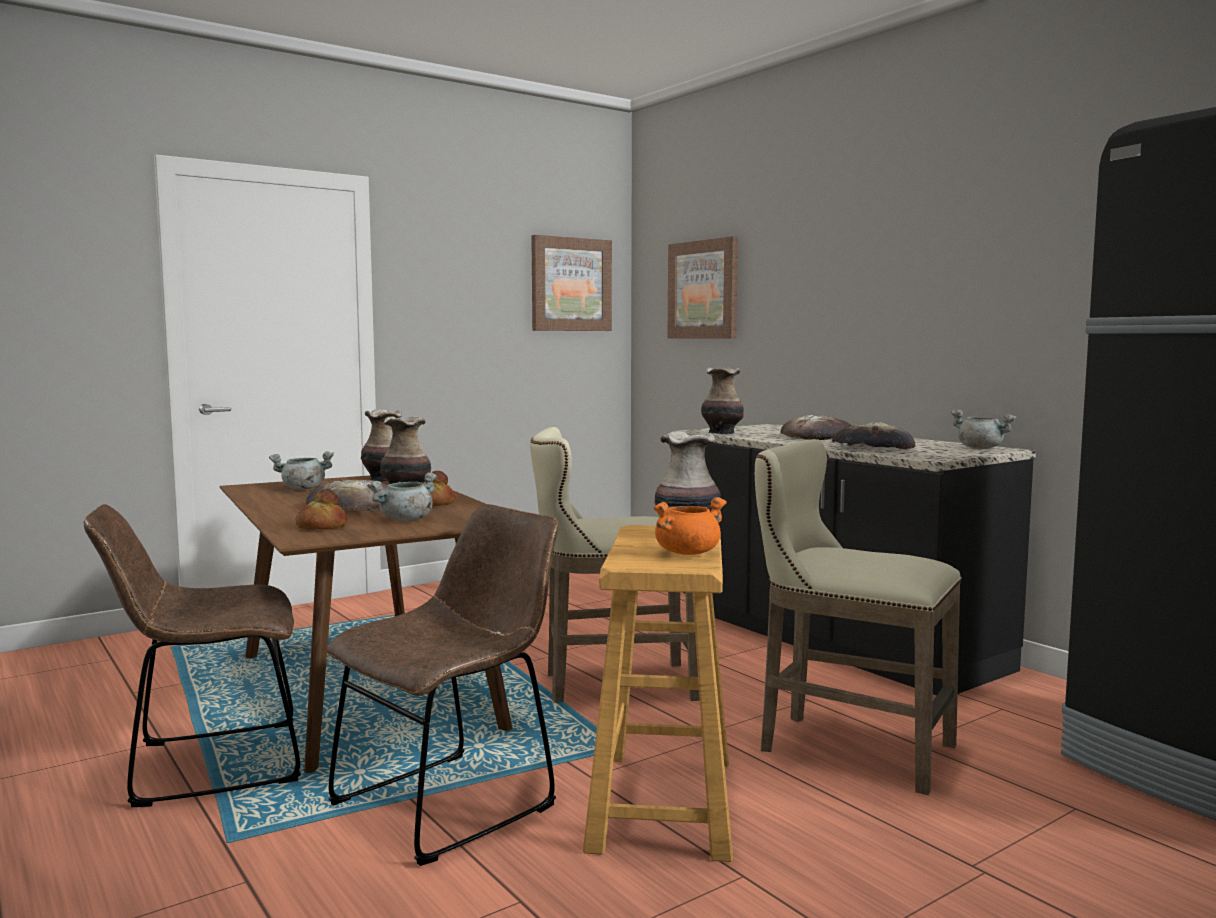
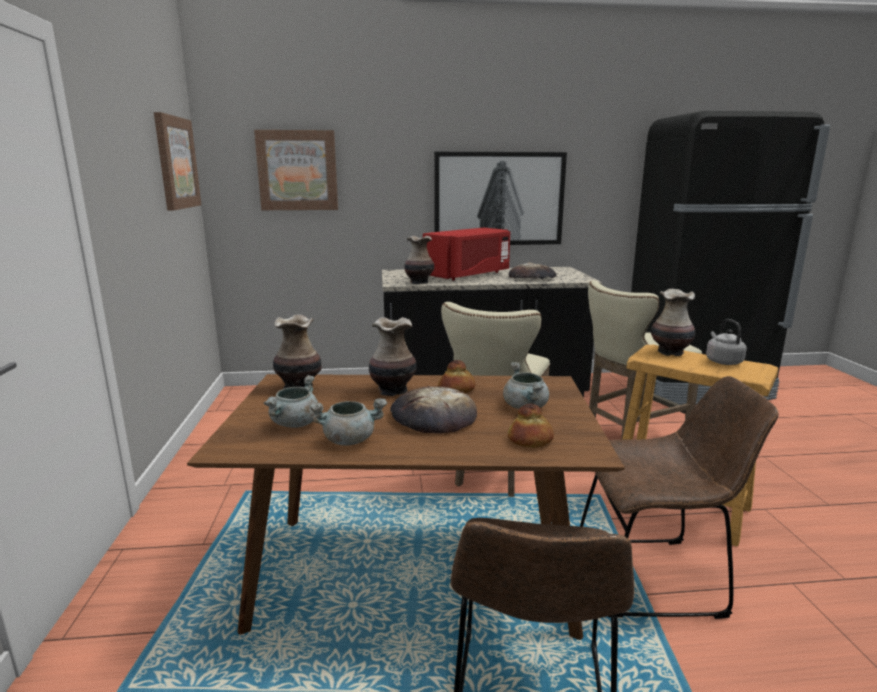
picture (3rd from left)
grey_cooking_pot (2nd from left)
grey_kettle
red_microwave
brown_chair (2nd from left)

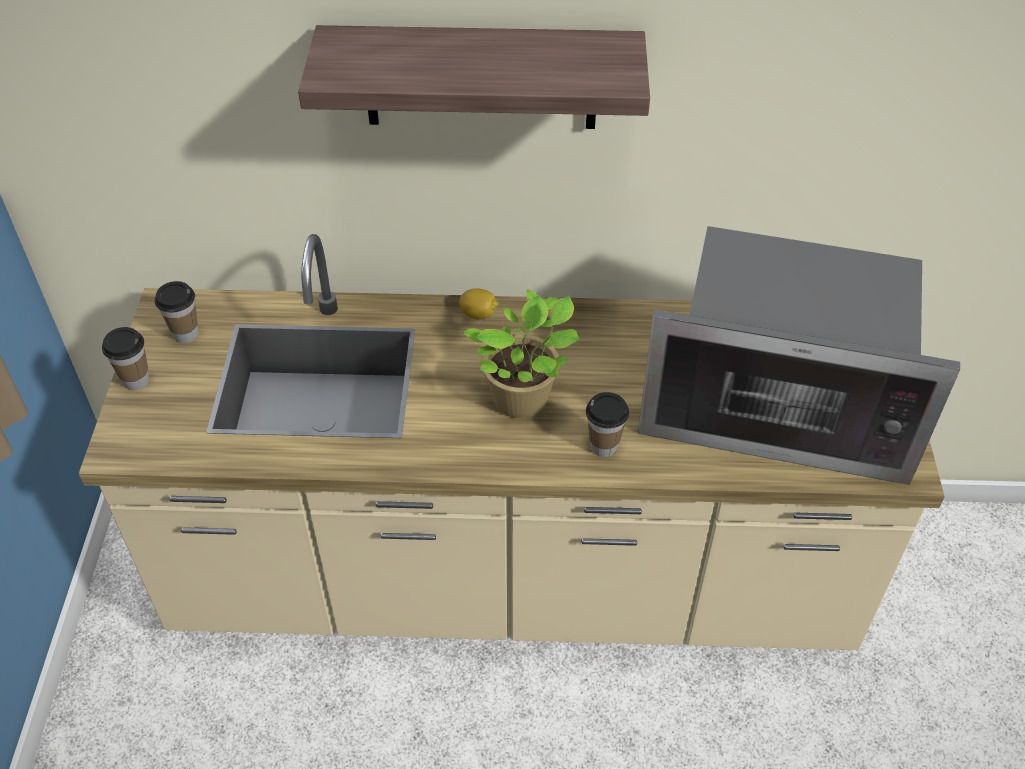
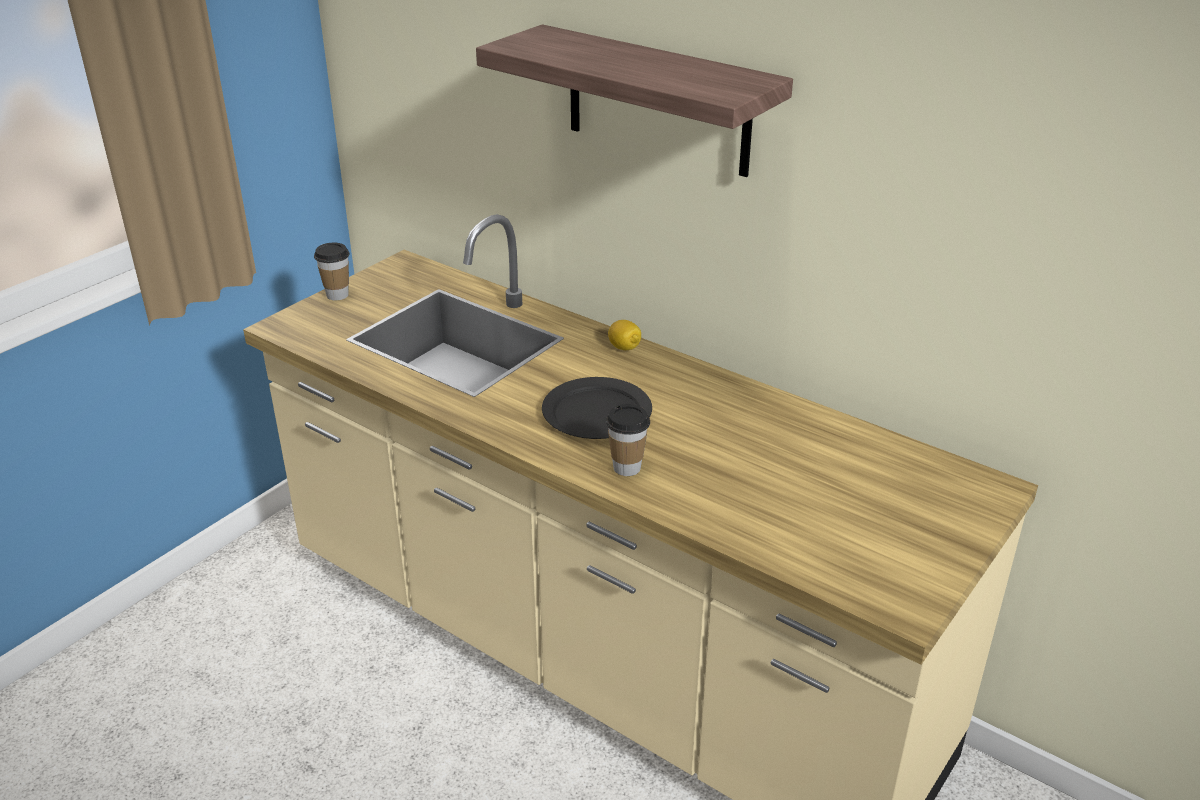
cup (2nd from left in the first image)
microwave
black_plate

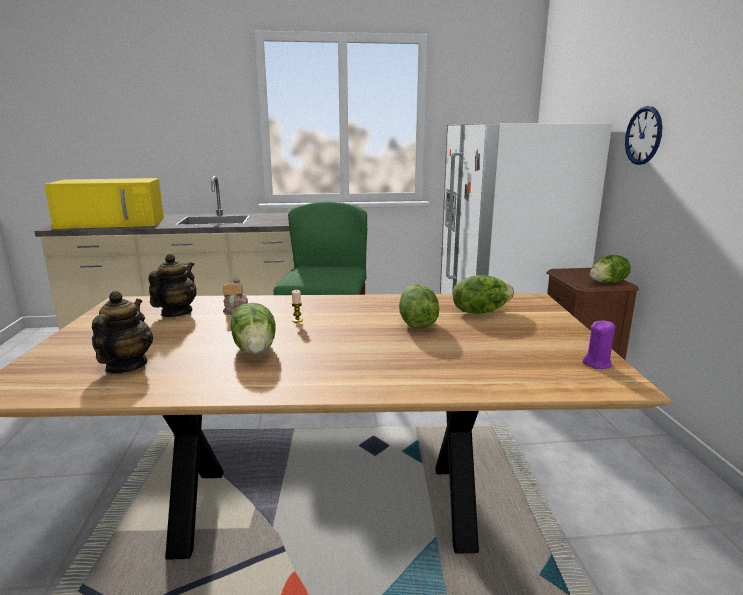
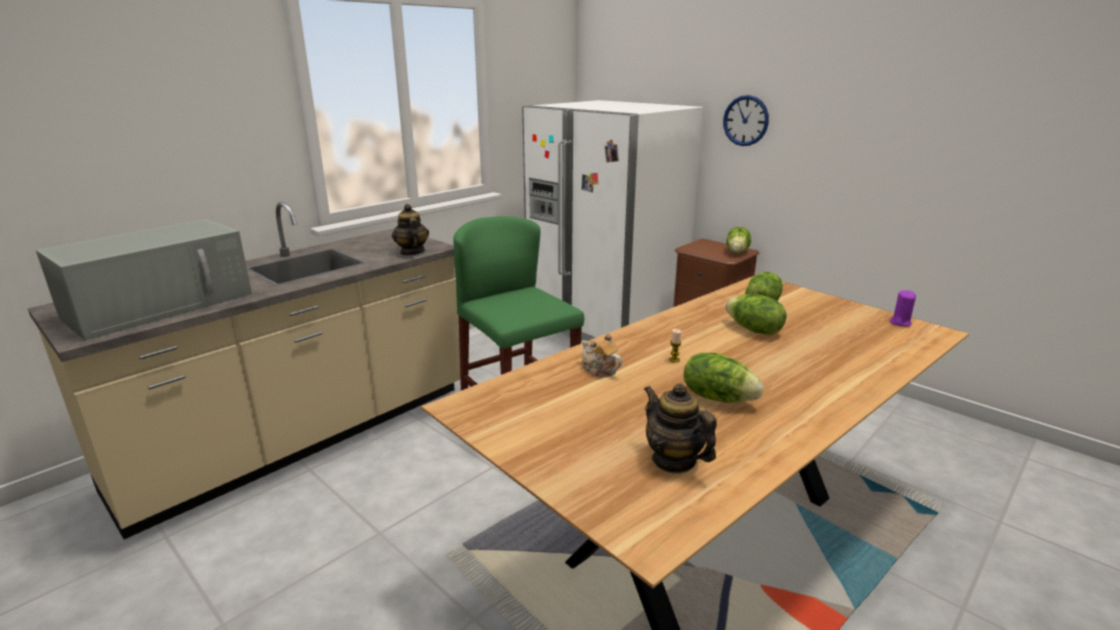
teapot (1st from left)
grey_microwave

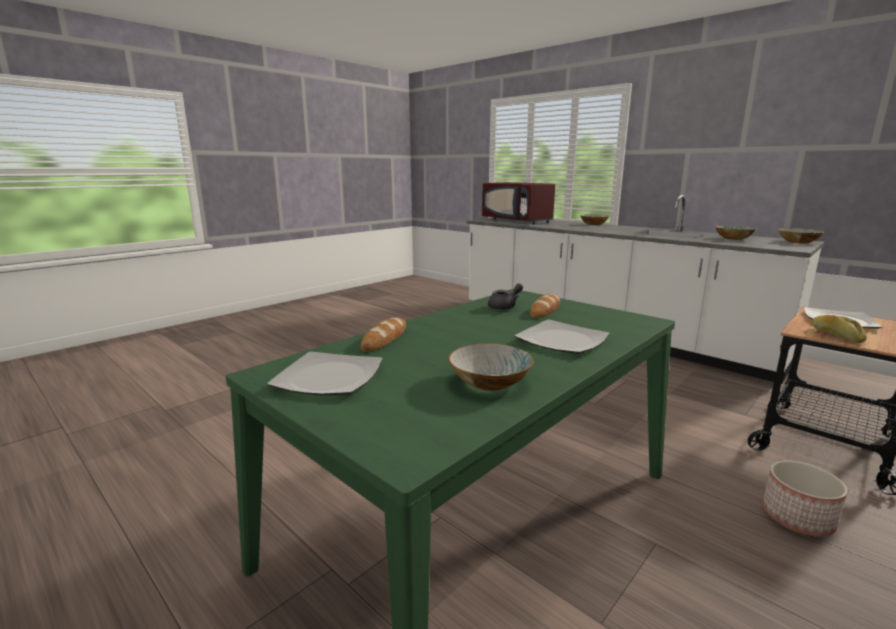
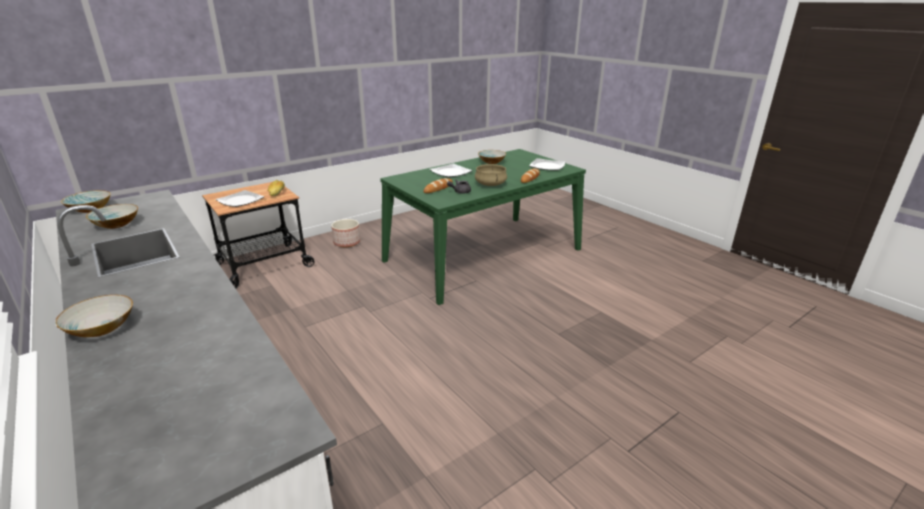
red_microwave
beige_cooking_pot

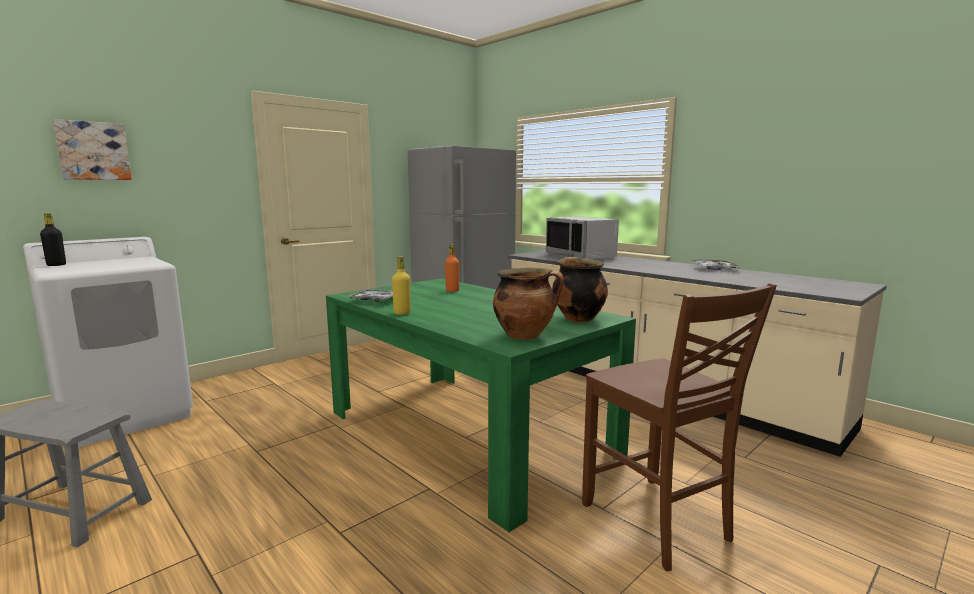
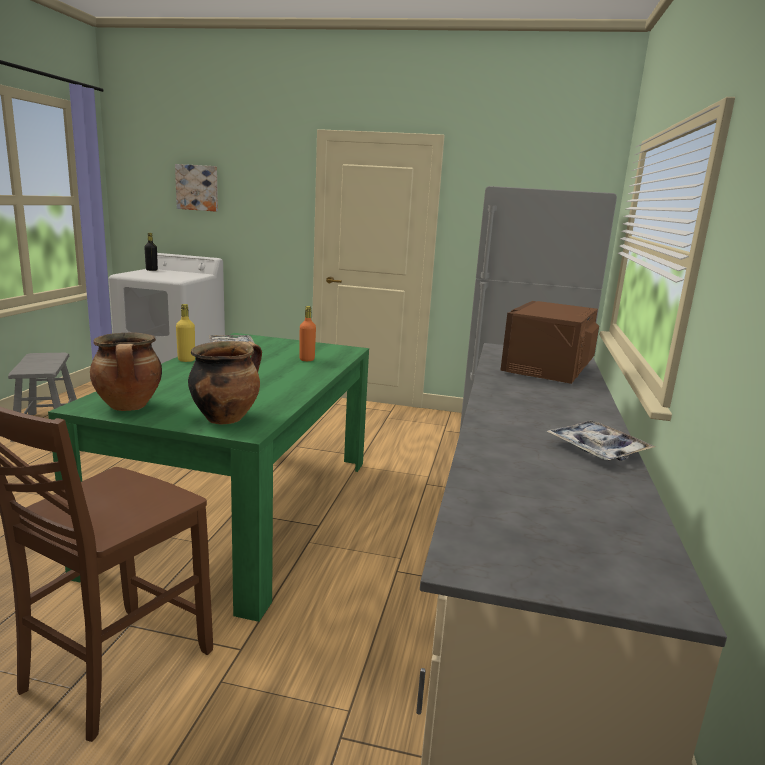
brown_microwave

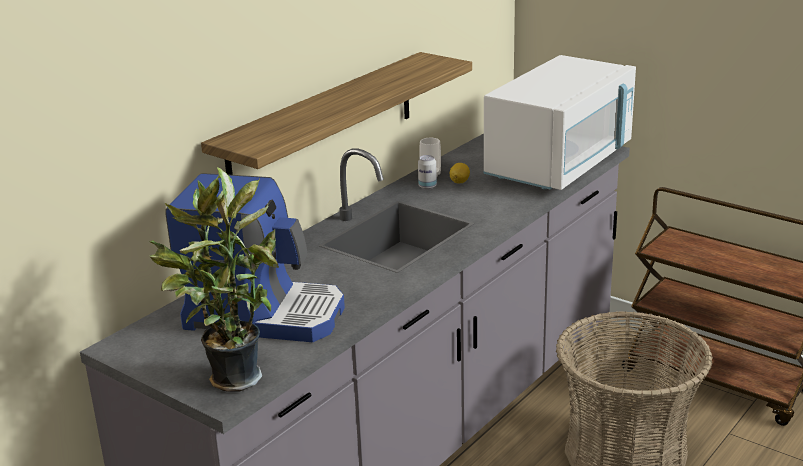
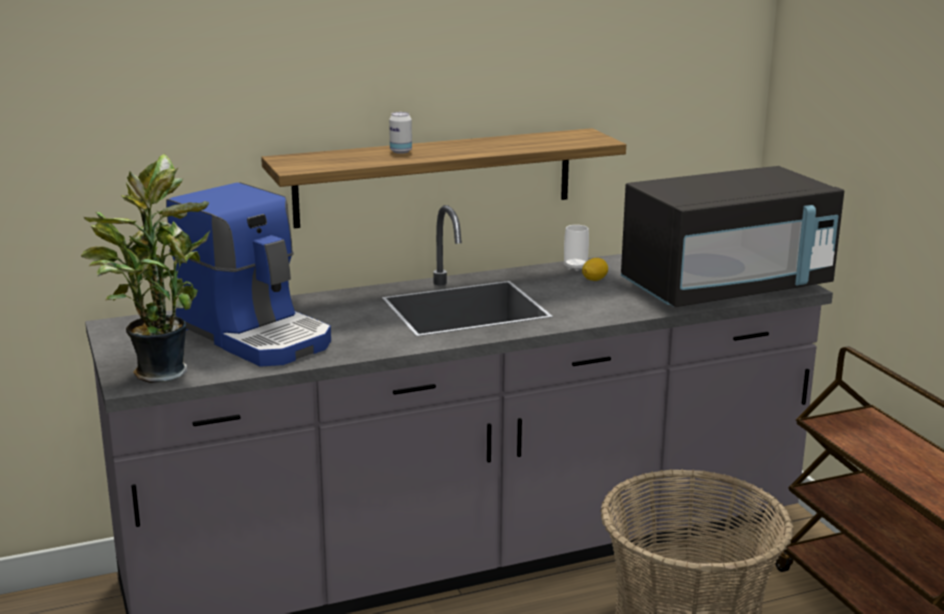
can
black_microwave

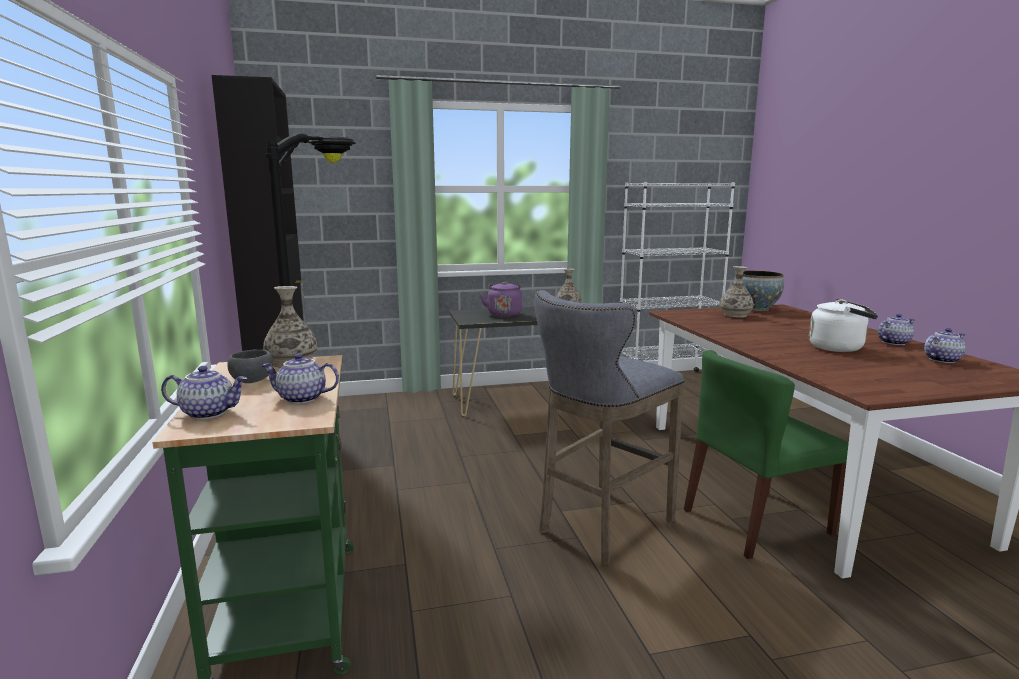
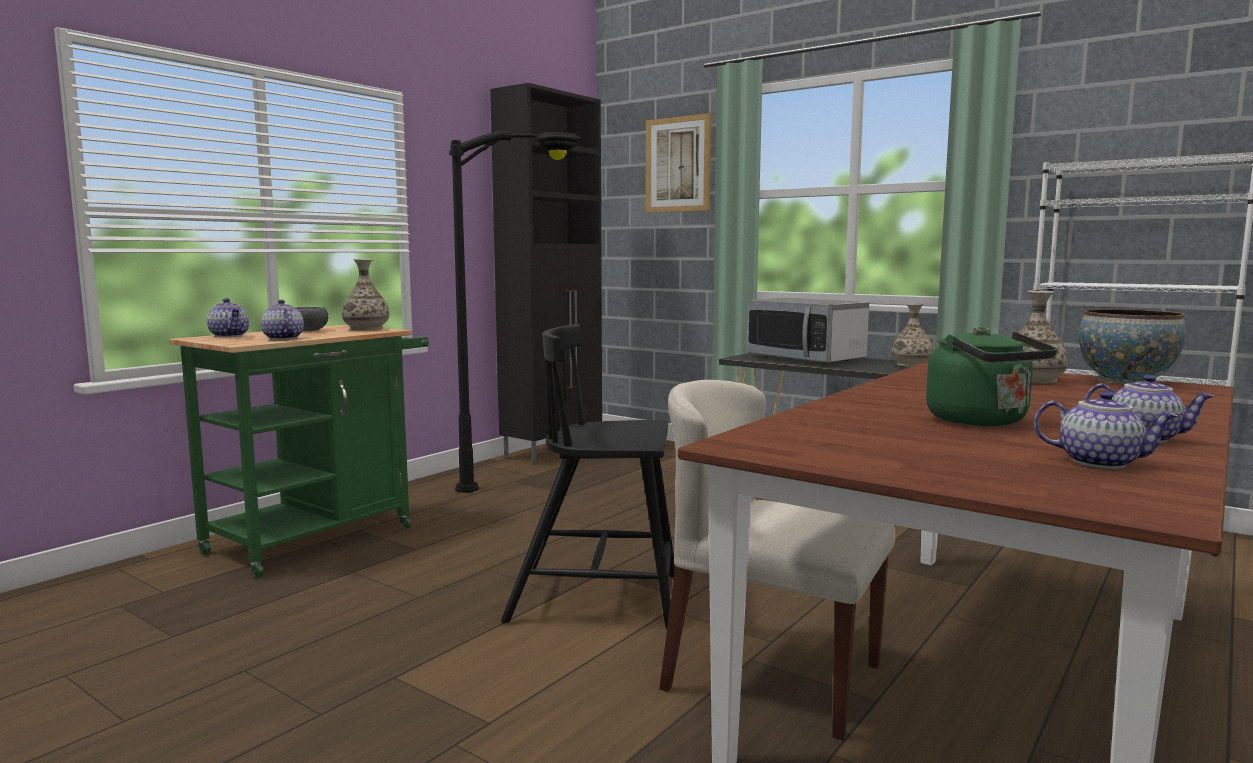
picture
microwave
black_chair
beige_chair
green_kettle

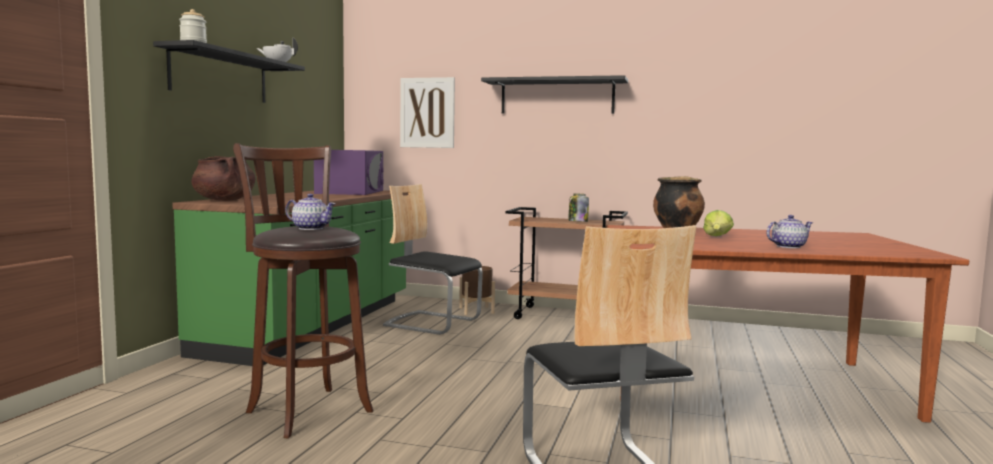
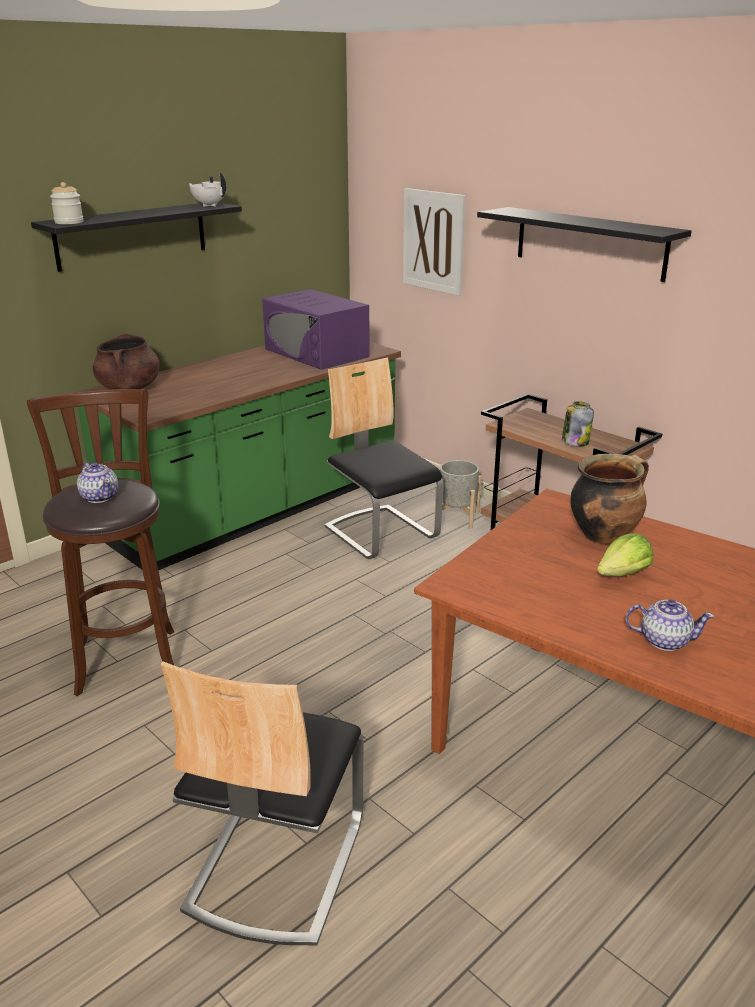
grey_planter
purple_microwave

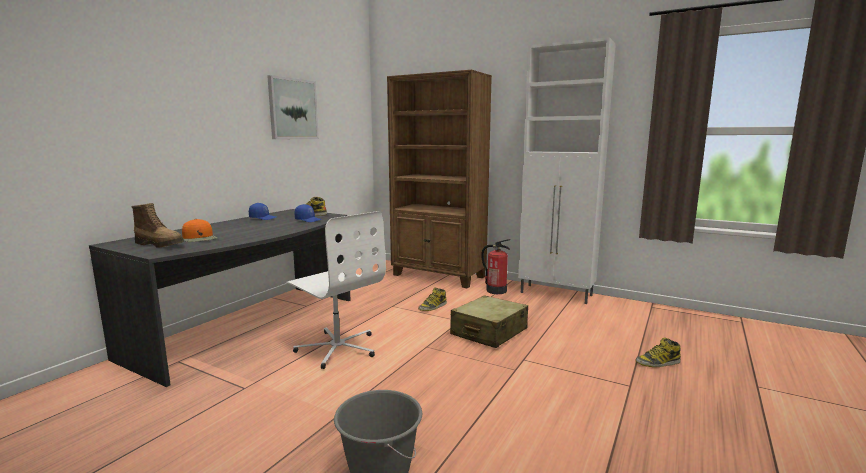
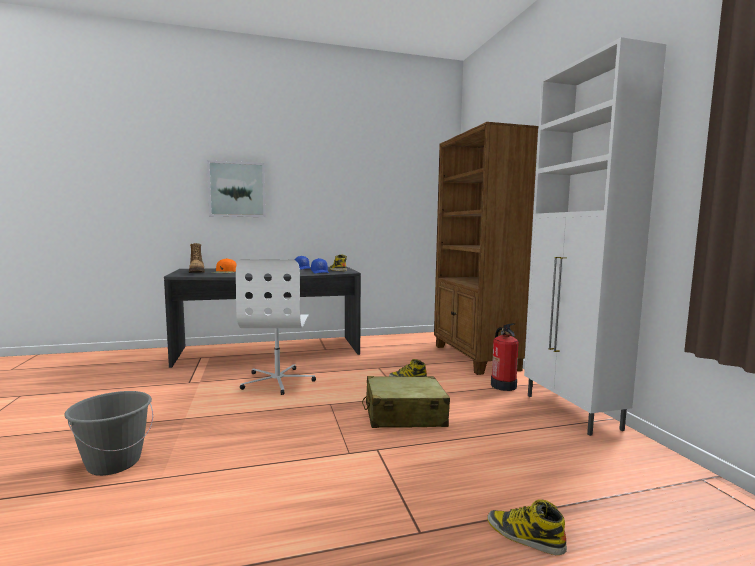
picture

